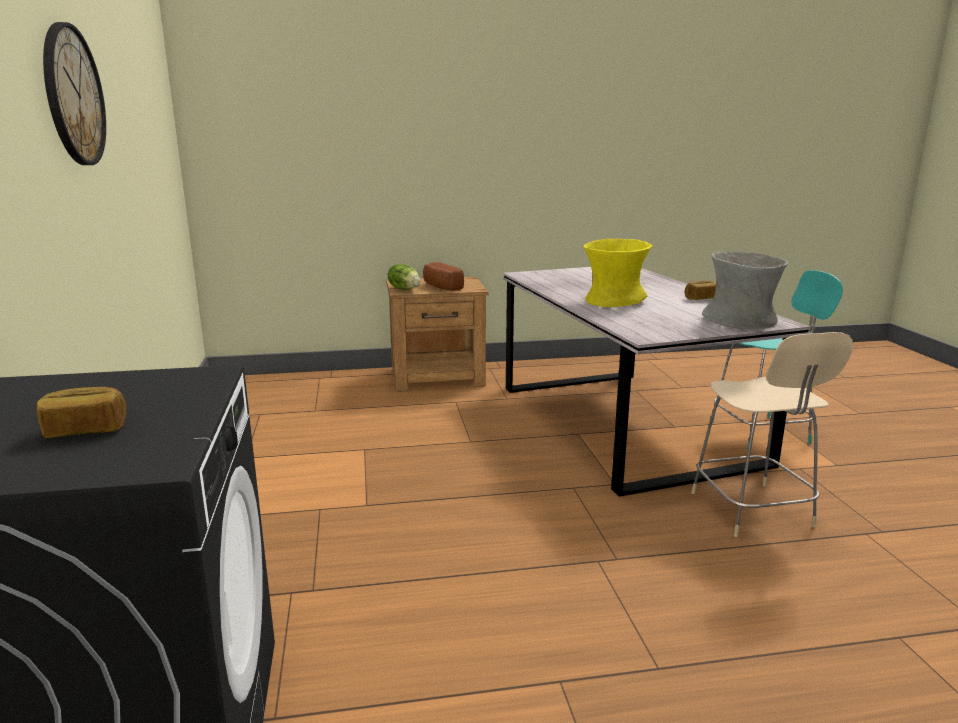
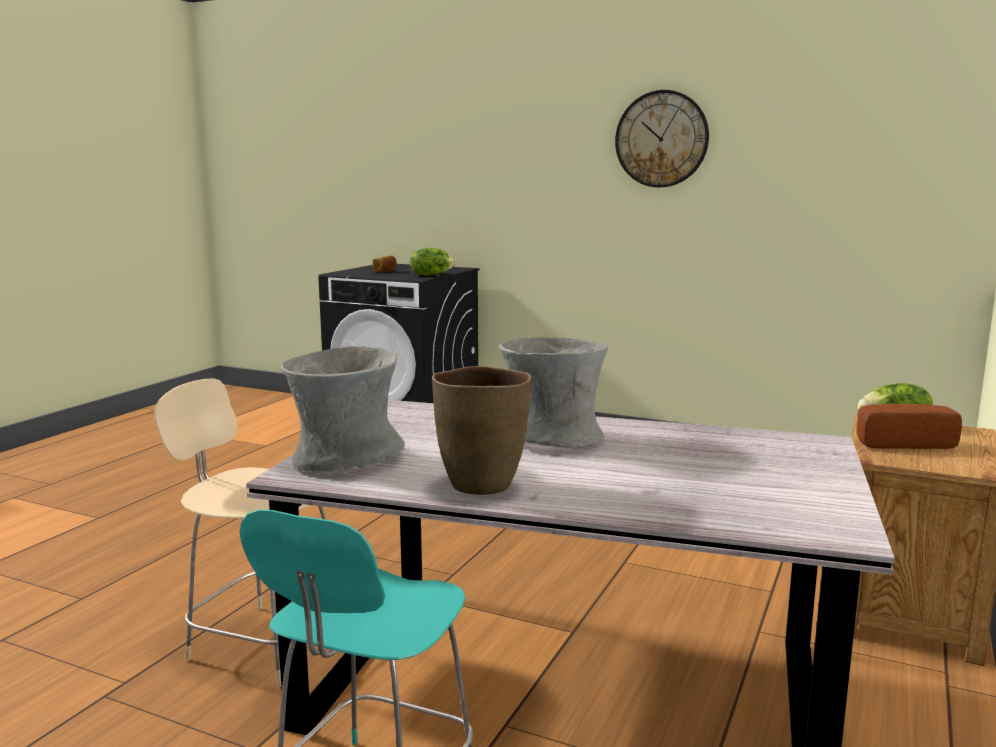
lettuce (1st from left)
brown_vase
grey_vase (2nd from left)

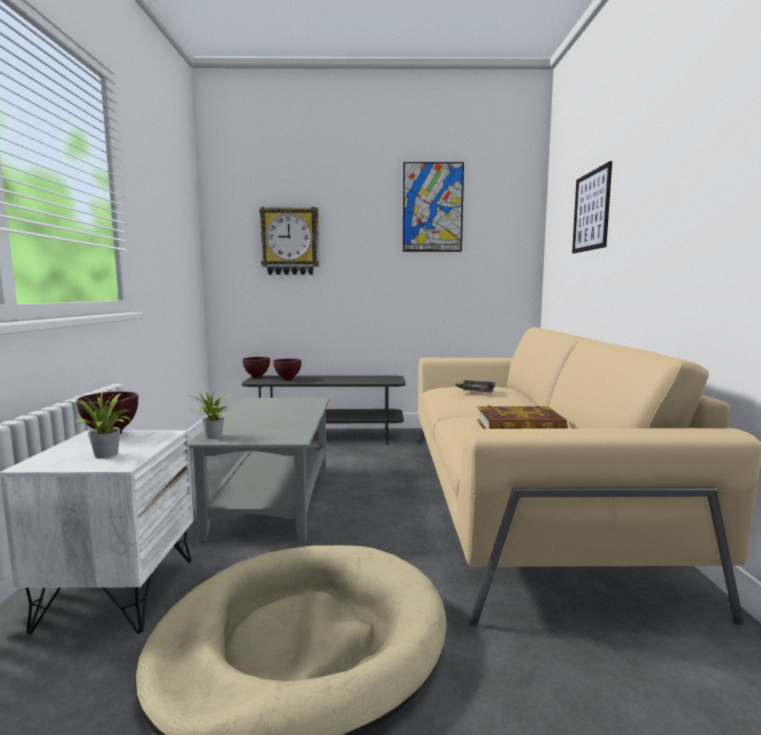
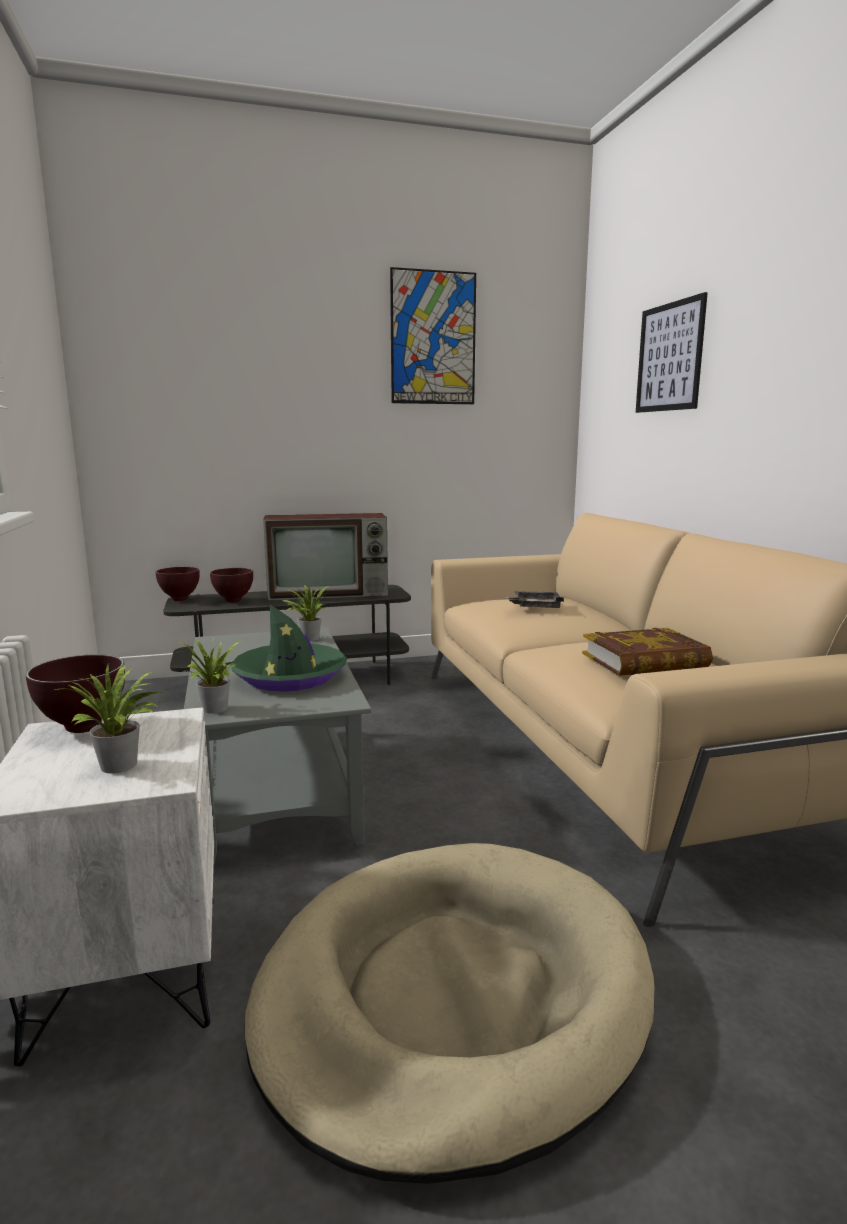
wall_clock
green_hat
television
potted_plant (3rd from left)

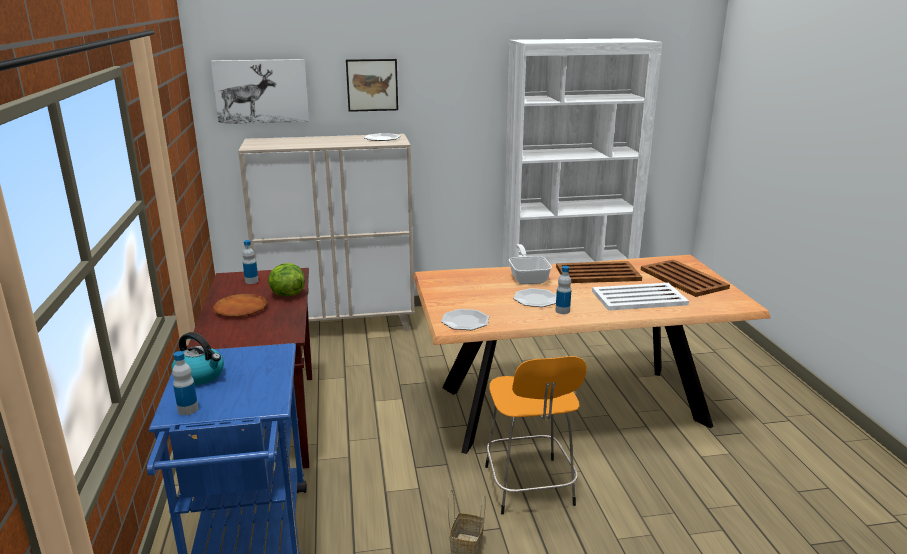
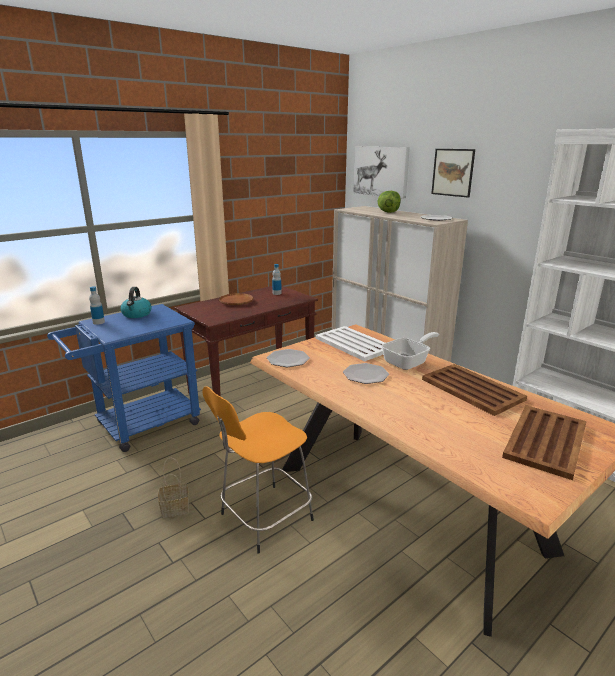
bottle (3rd from left in the first image)
lettuce
white_tray

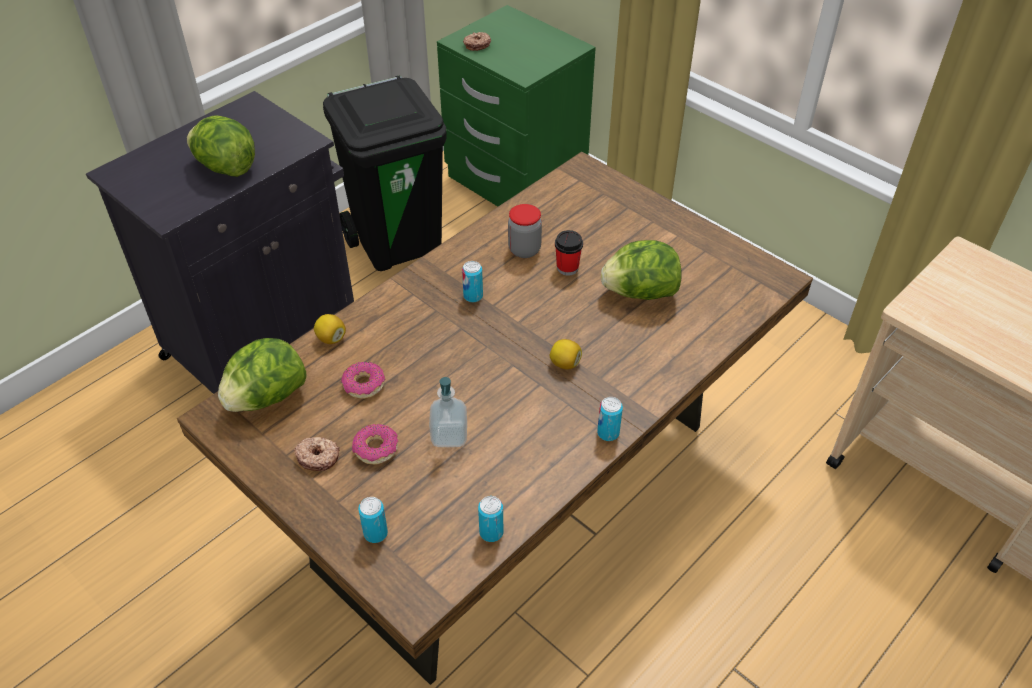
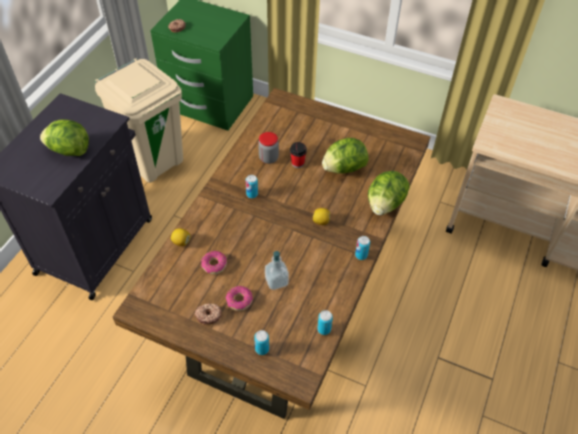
lettuce (3rd from left)
beige_trash_can

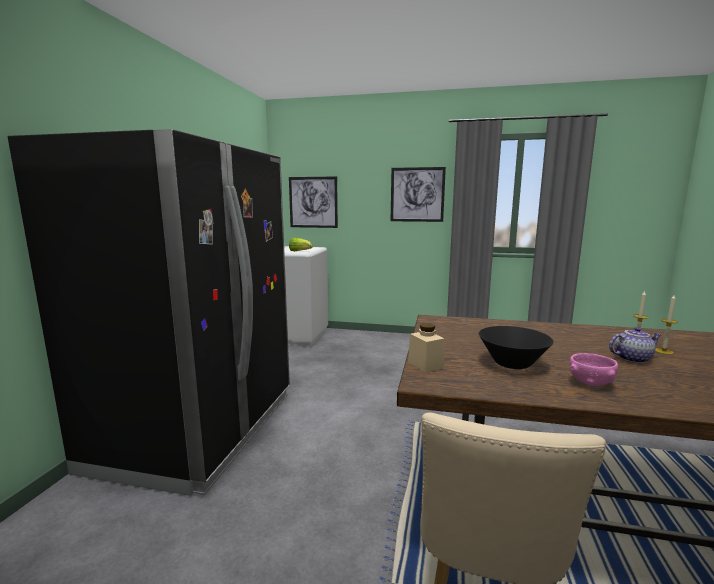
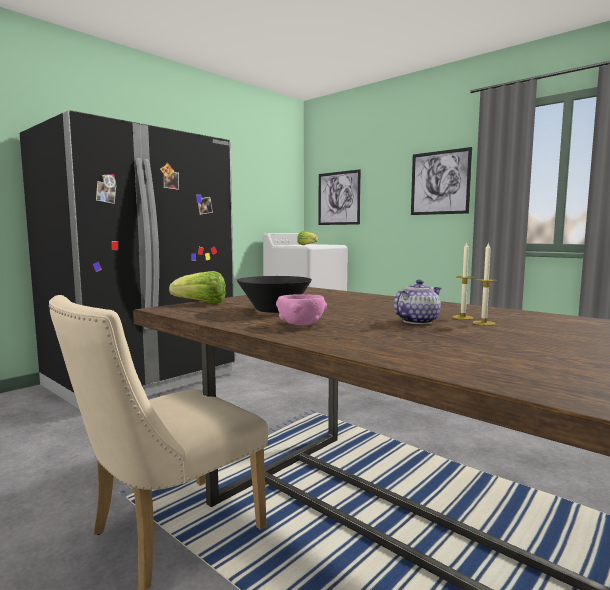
lettuce (1st from left)
teapot

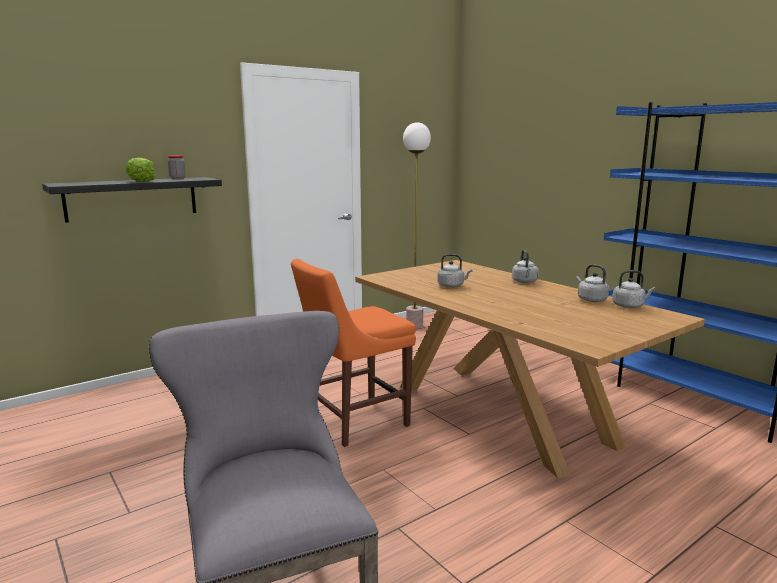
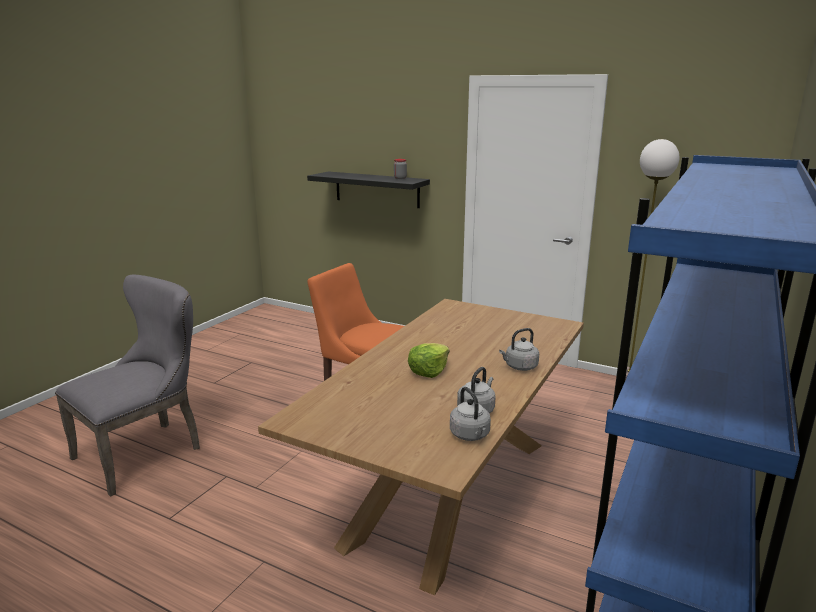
grey_kettle (1st from left in the first image)
lettuce

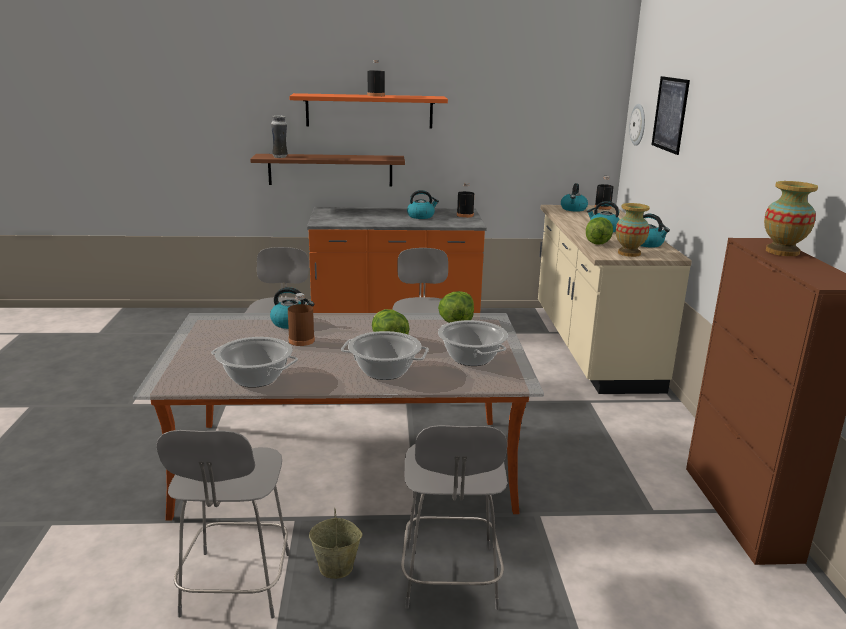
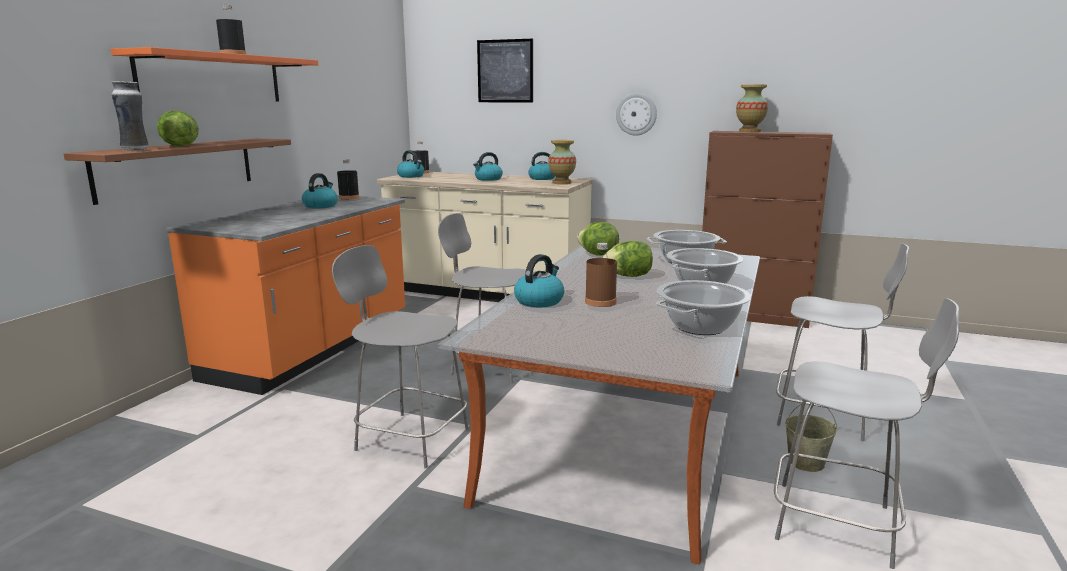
lettuce (1st from left)
wall_clock

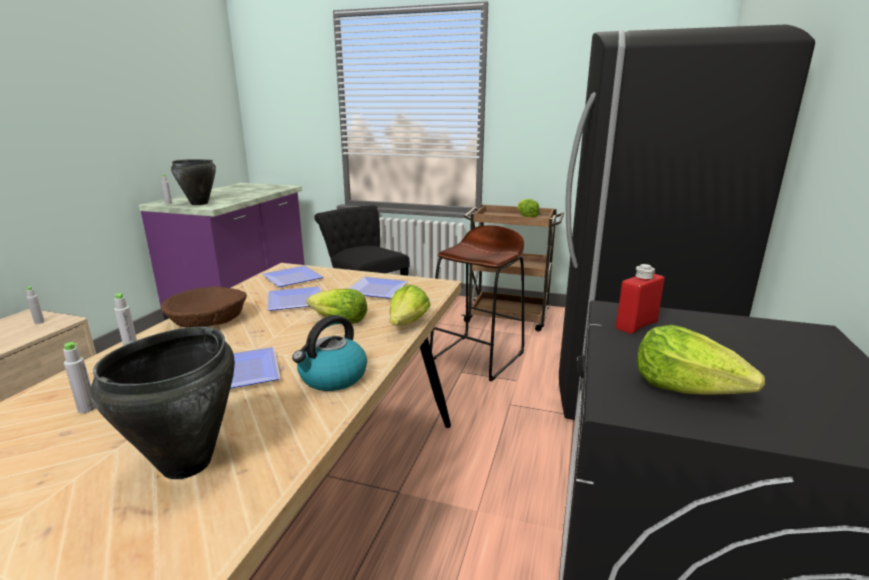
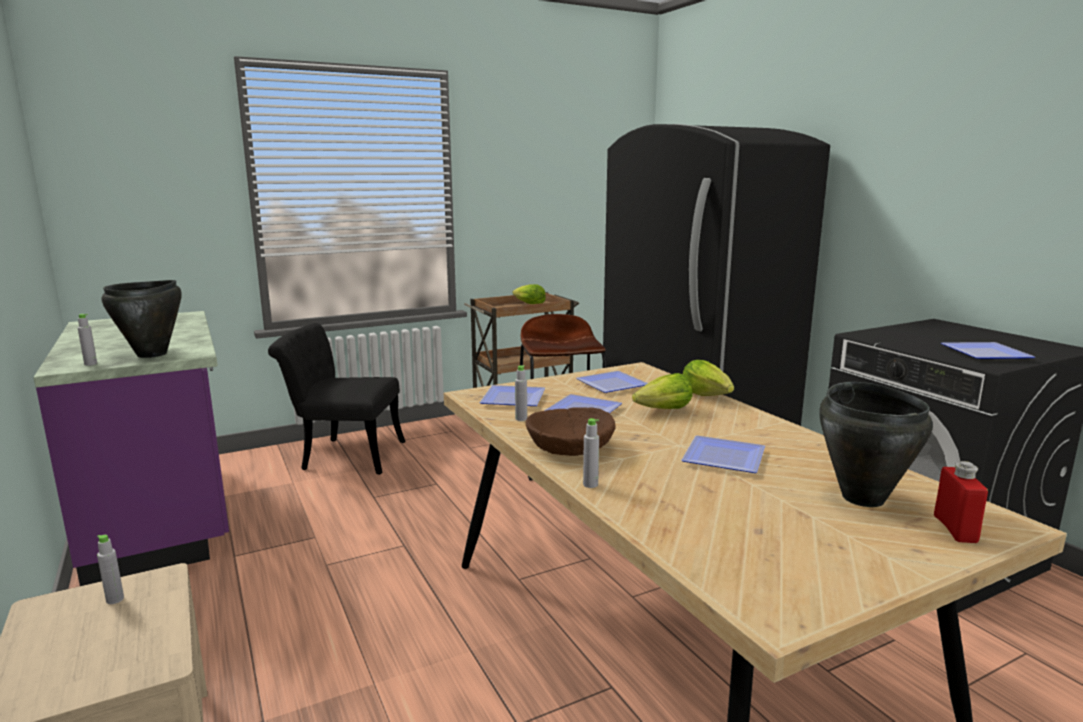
kettle
grey_bottle (3rd from left)
red_bottle
plate (5th from left)

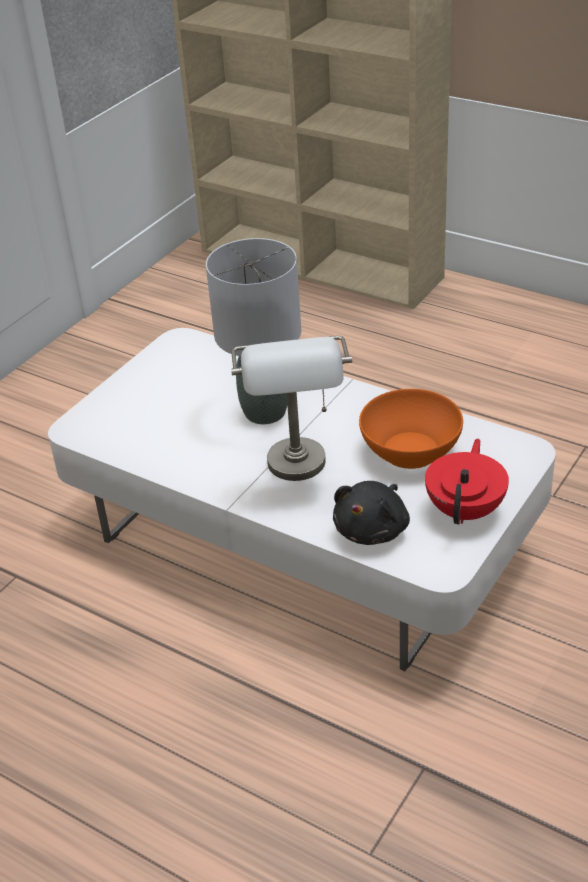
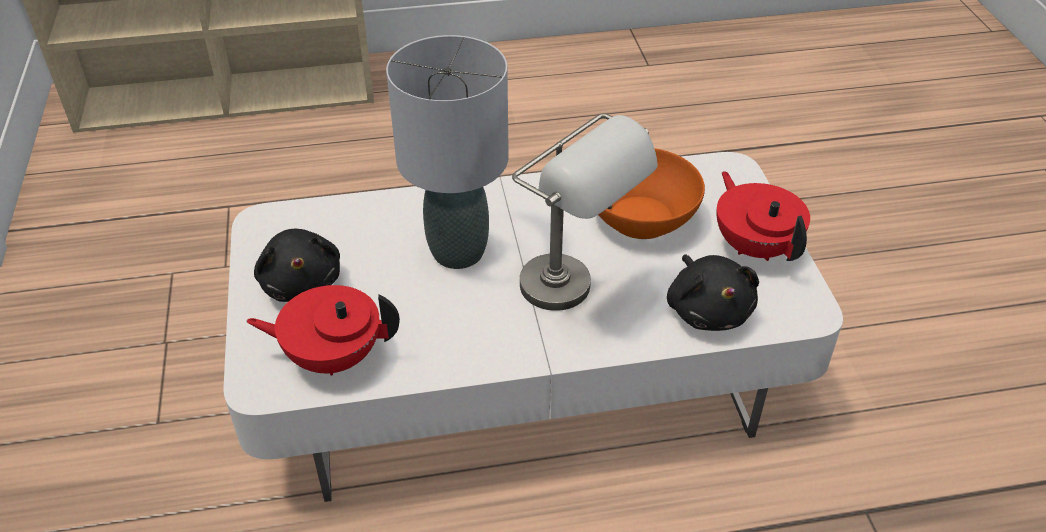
red_teapot (1st from left)
black_plush_toy (1st from left)

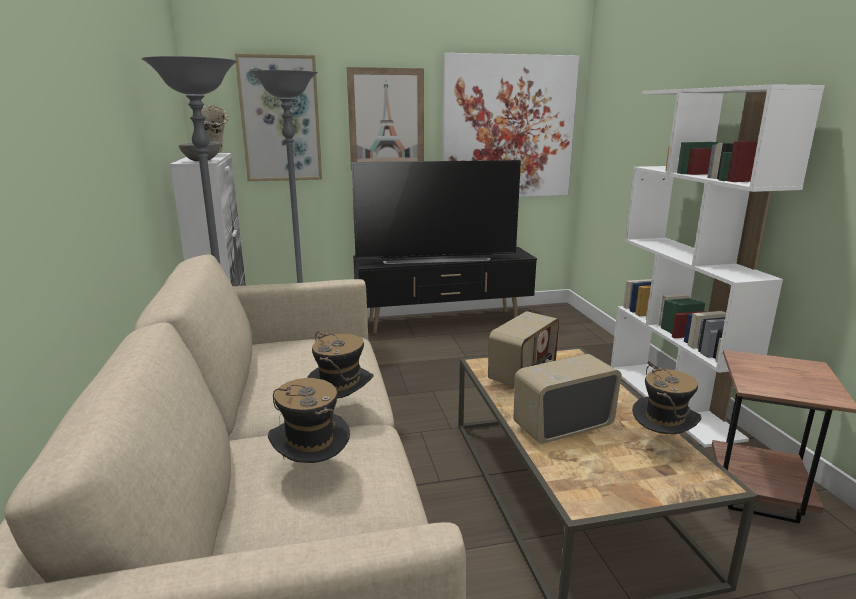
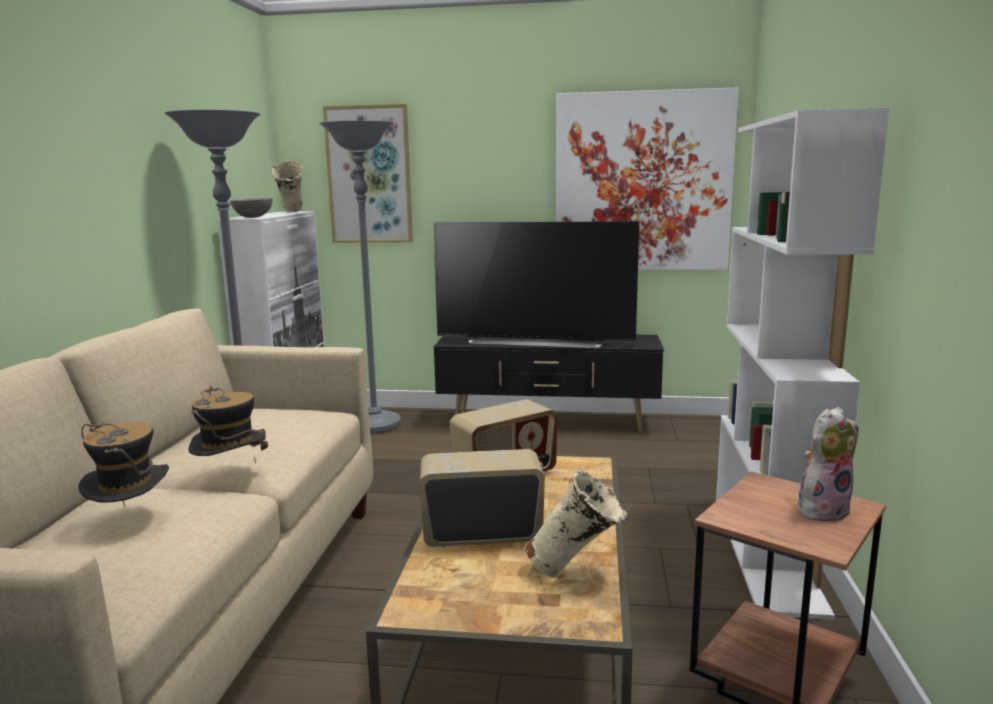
picture (2nd from left in the first image)
plush_toy
beige_vase (2nd from left)

